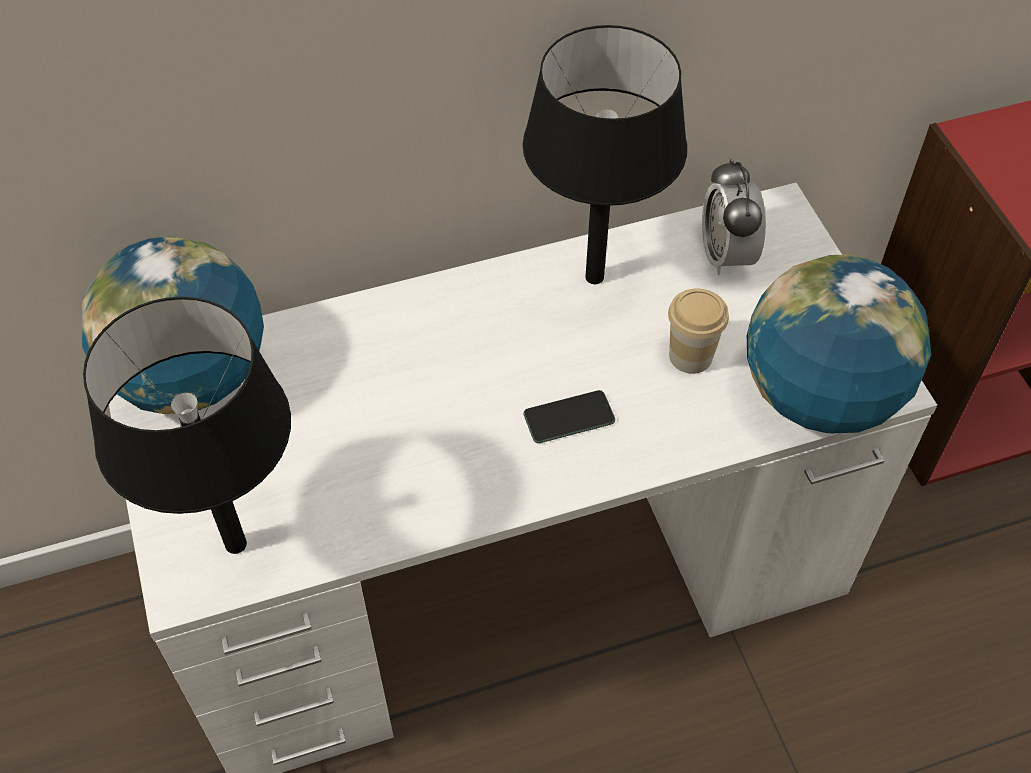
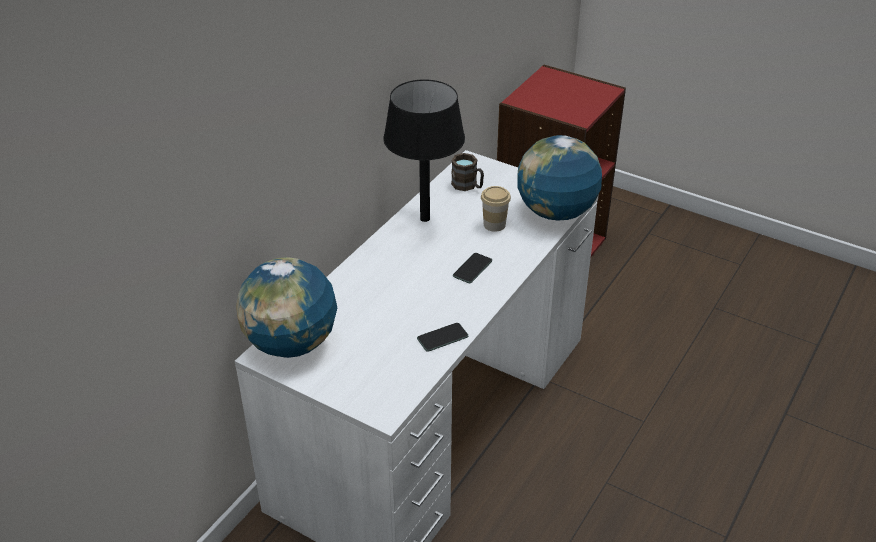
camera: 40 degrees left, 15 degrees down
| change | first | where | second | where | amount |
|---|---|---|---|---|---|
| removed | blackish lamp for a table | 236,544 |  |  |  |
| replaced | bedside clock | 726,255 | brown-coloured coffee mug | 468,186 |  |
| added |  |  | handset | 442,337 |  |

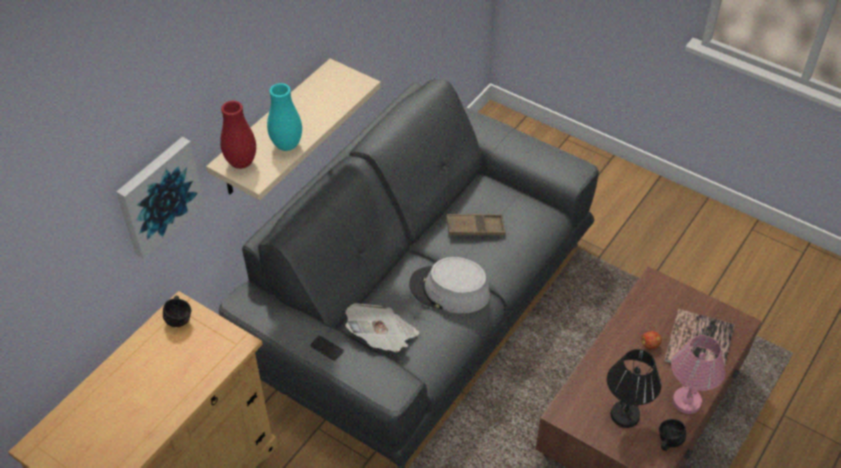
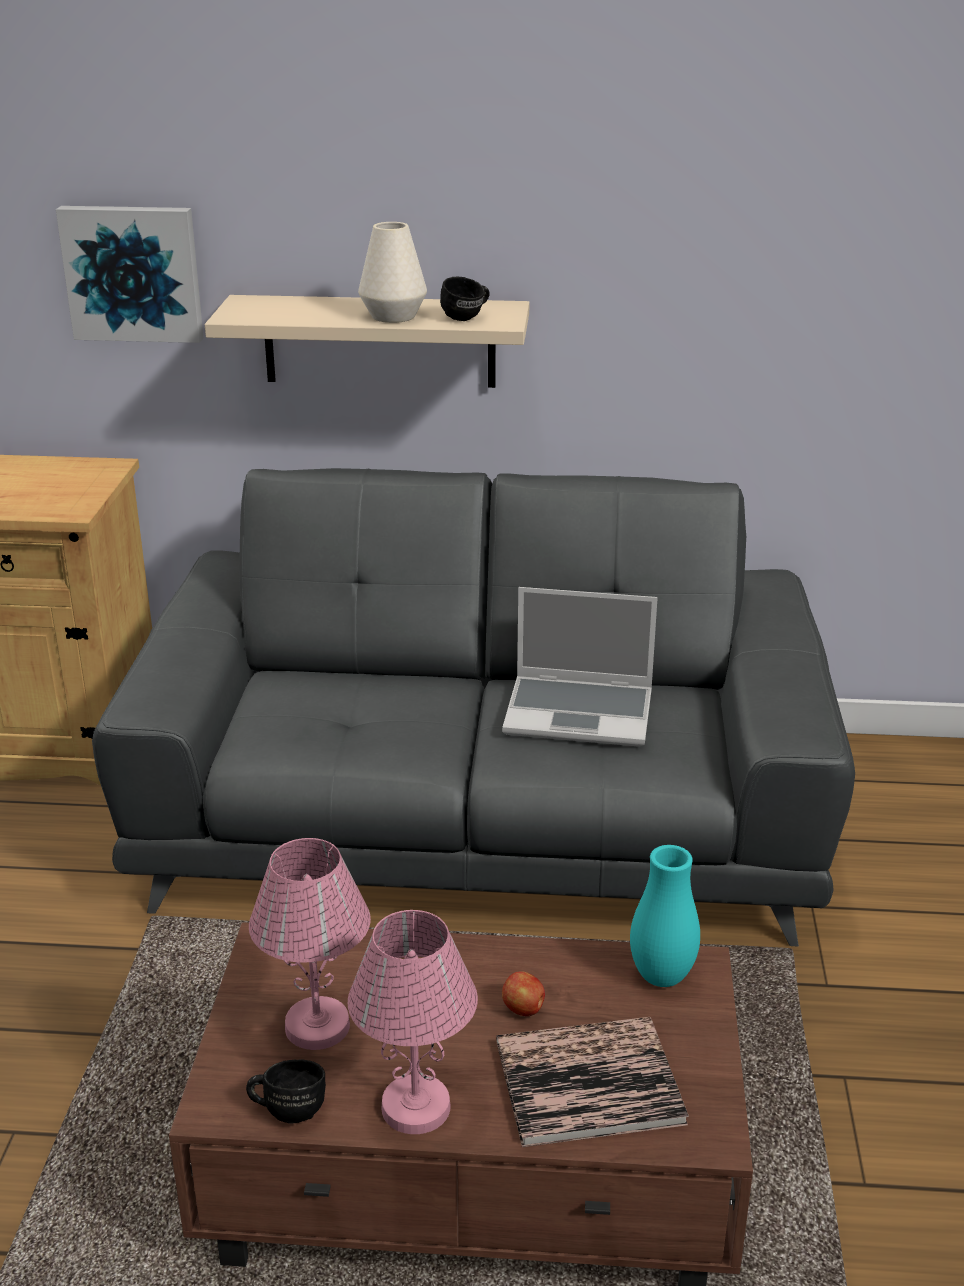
camera: 60 degrees right, 20 degrees down
| change | first | where | second | where | amount |
|---|---|---|---|---|---|
| moved | blackish coffee mug | 180,318 |  | 468,318 |  |
| removed | reddish decorative vase | 241,163 |  |  |  |
| moved | turquoise-coloured decorative vase | 287,145 |  | 661,977 |  |
| removed | handset | 327,348 |  |  |  |
| removed | daily paper | 382,338 |  |  |  |
| removed | greyish wearable hat | 449,290 |  |  |  |
| replaced | brown-coloured serving tray | 475,228 | portable computer | 581,713 |  |
| recoloured | blackish lamp for a table | 625,414 | pink-coloured lamp for a table | 318,1026 |  |
| added |  |  | white-coloured decorative vase | 393,316 |  |

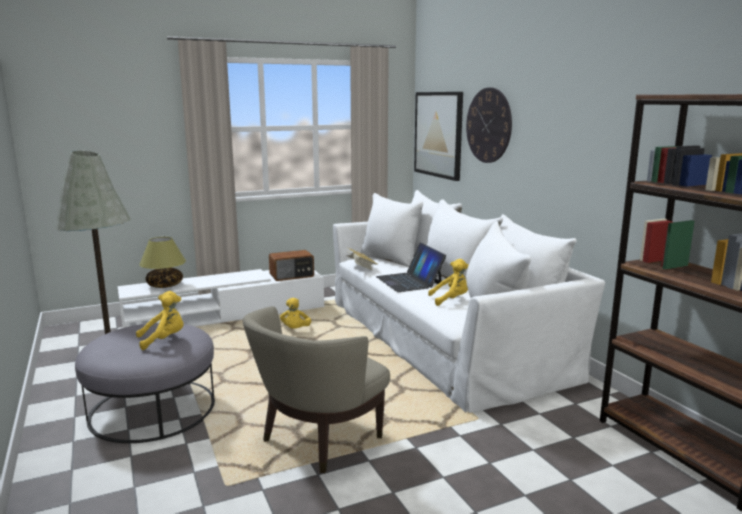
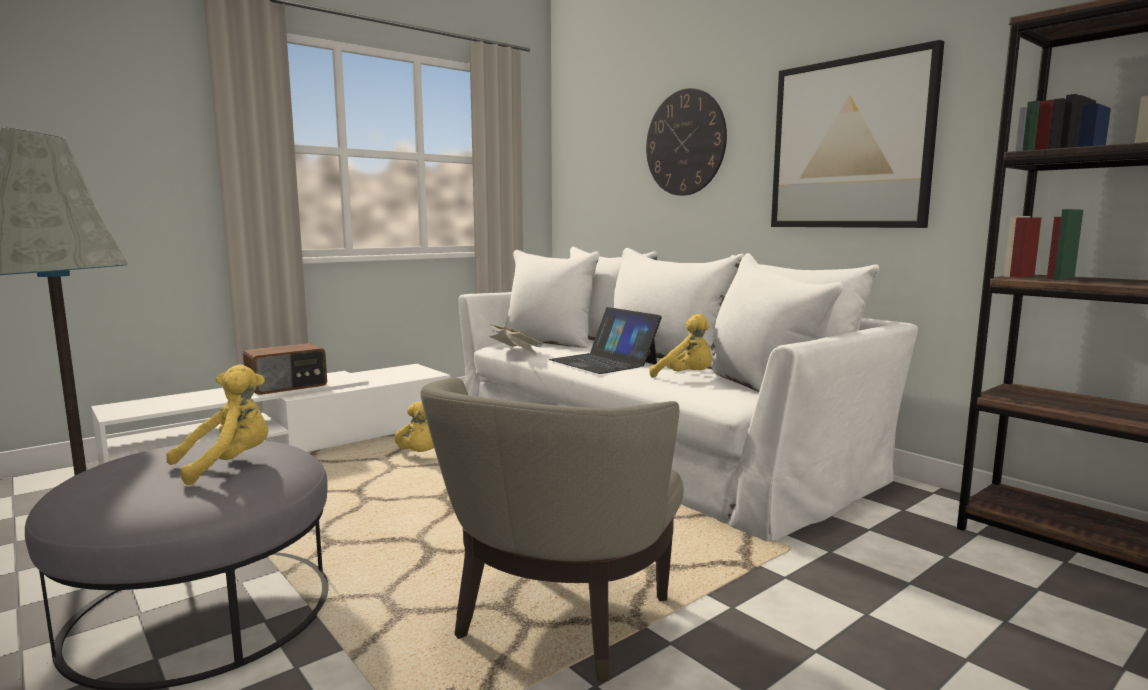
camera: 15 degrees left, 5 degrees down
| change | first | where | second | where | amount |
|---|---|---|---|---|---|
| removed | lamp for a table | 165,285 |  |  |  |
| moved | radio receiver | 292,275 |  | 287,386 |  |
| moved | wall picture | 438,134 |  | 850,144 |  |
| turned | yellow cuddly toy | 451,300 |  | 686,377 | 60 degrees clockwise |

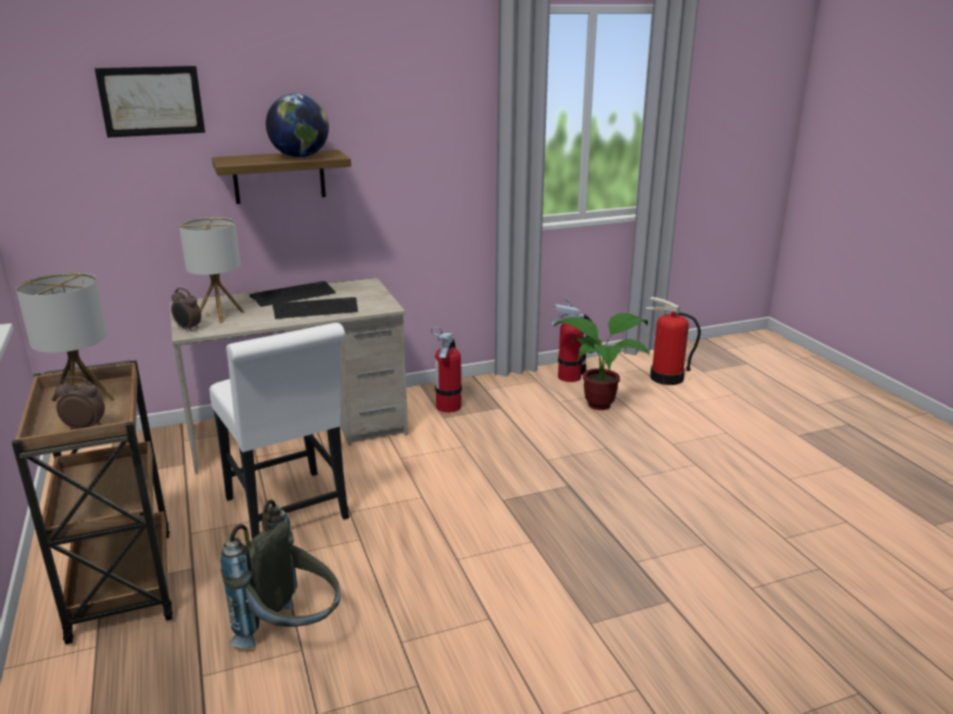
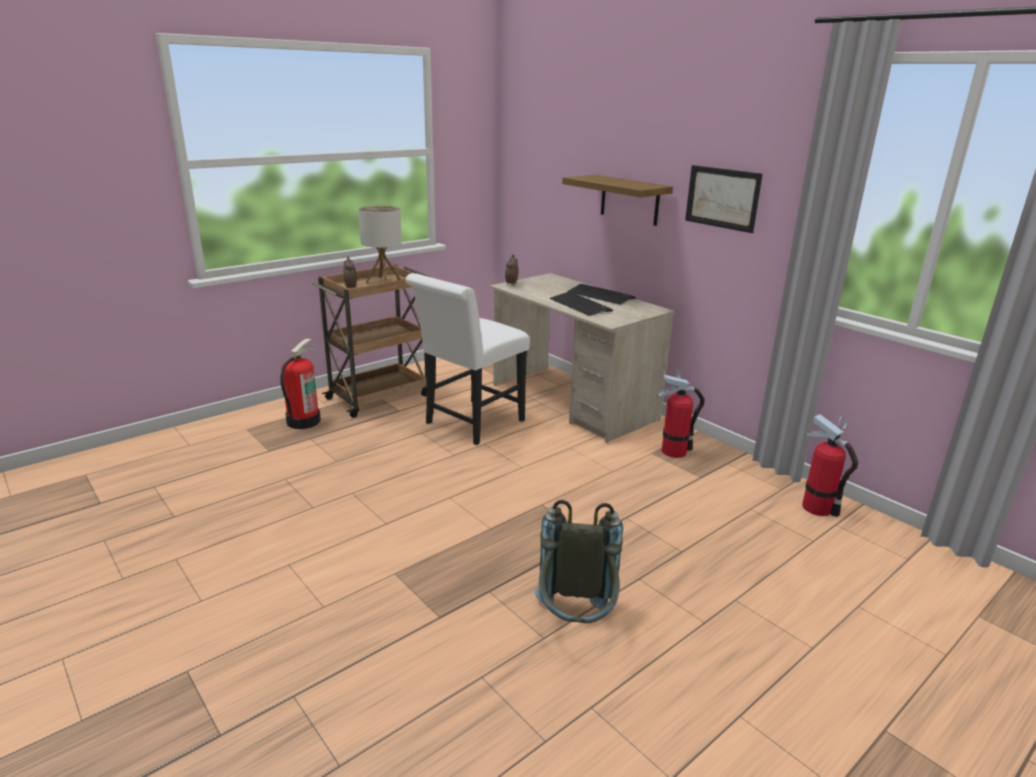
camera: 70 degrees right, 0 degrees up
| change | first | where | second | where | amount |
|---|---|---|---|---|---|
| moved | wall picture | 151,101 |  | 722,198 |  |
| removed | lamp for a table | 220,314 |  |  |  |
| moved | greyish backpack | 293,632 |  | 576,622 |  |
| removed | world globe | 300,157 |  |  |  |
| removed | houseplant | 601,403 |  |  |  |
| moved | fire-fighting cylinder | 666,378 |  | 303,421 |  |

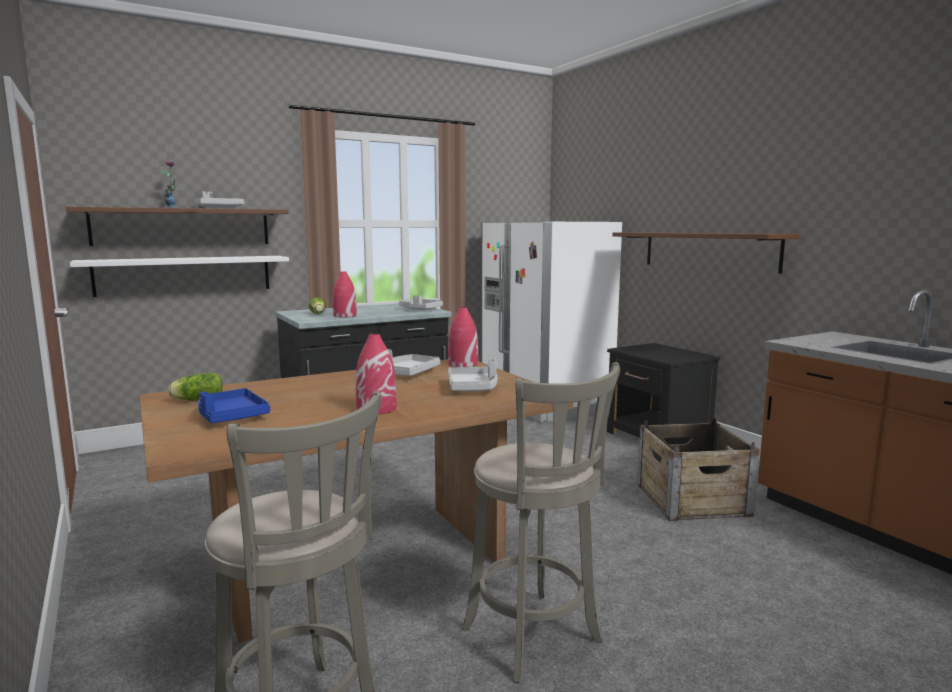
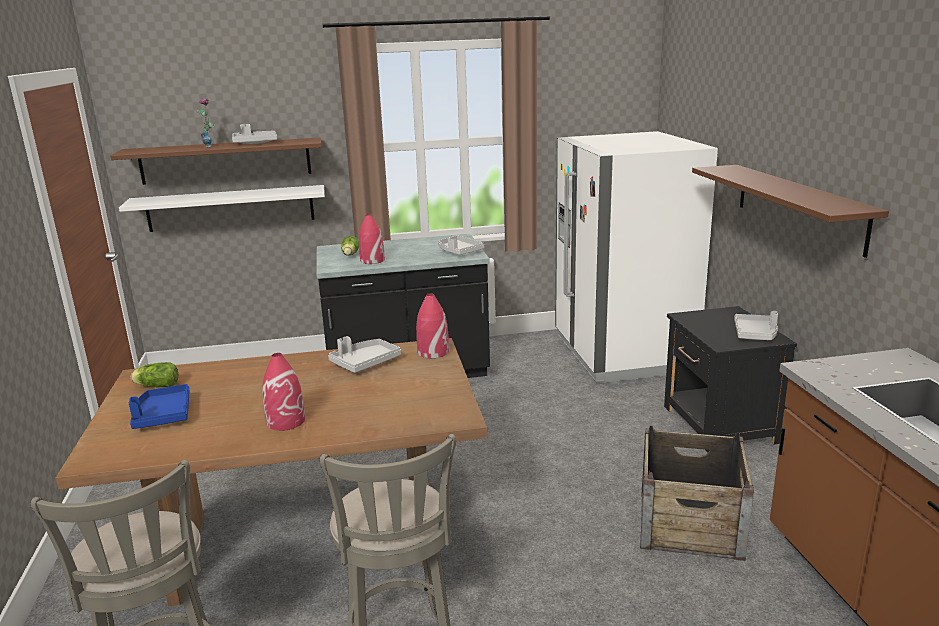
camera: 20 degrees right, 10 degrees up
| change | first | where | second | where | amount |
|---|---|---|---|---|---|
| moved | greyish serving tray | 473,388 |  | 755,334 |  |

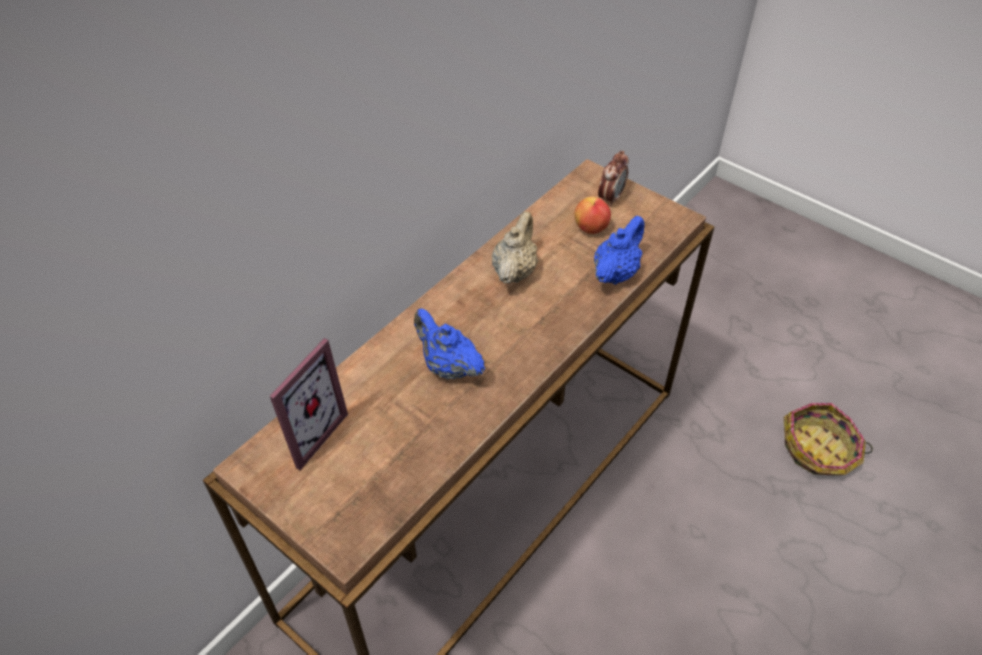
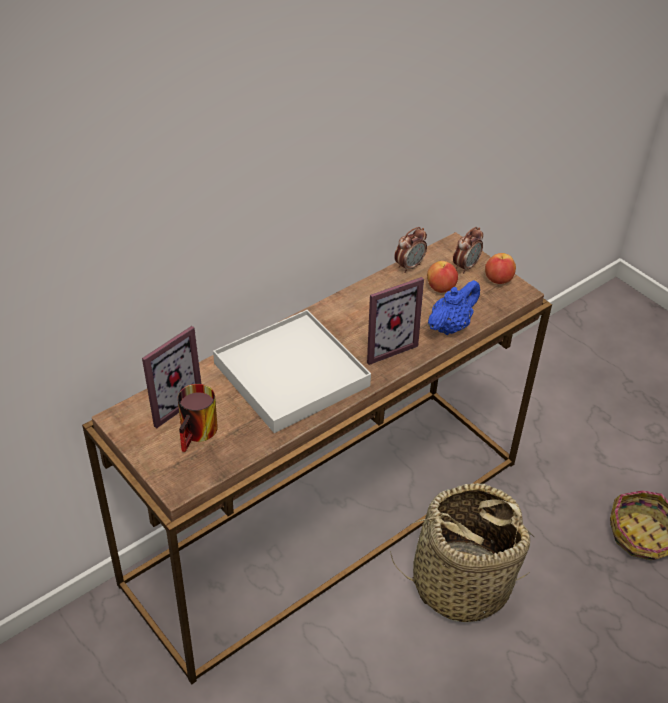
camera: 10 degrees right, 5 degrees down
| change | first | where | second | where | amount |
|---|---|---|---|---|---|
| replaced | bluish tea pot | 448,366 | white-coloured serving tray | 290,374 |  |
| removed | beige tea pot | 514,271 |  |  |  |
| added |  |  | coffee mug | 199,433 |  |
| added |  |  | standing frame | 385,345 |  |
| added |  |  | household basket | 460,583 |  |
| added |  |  | bedside clock | 409,266 |  |
| added |  |  | apple | 498,280 |  |

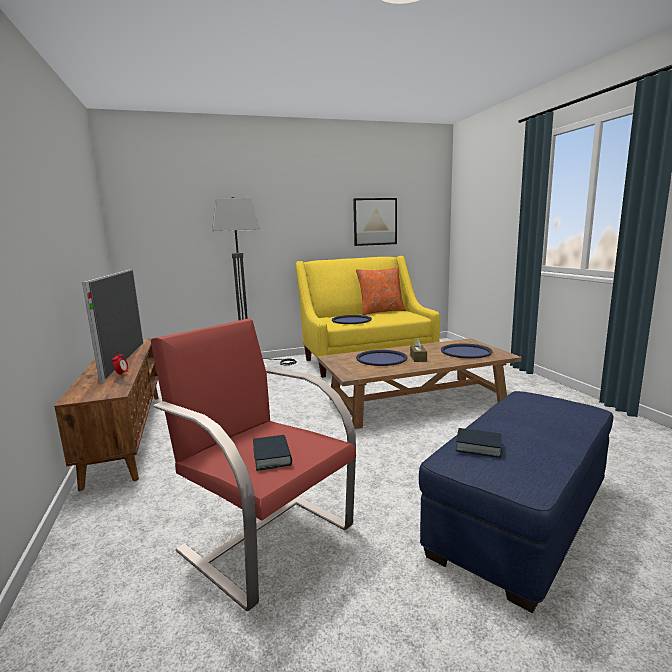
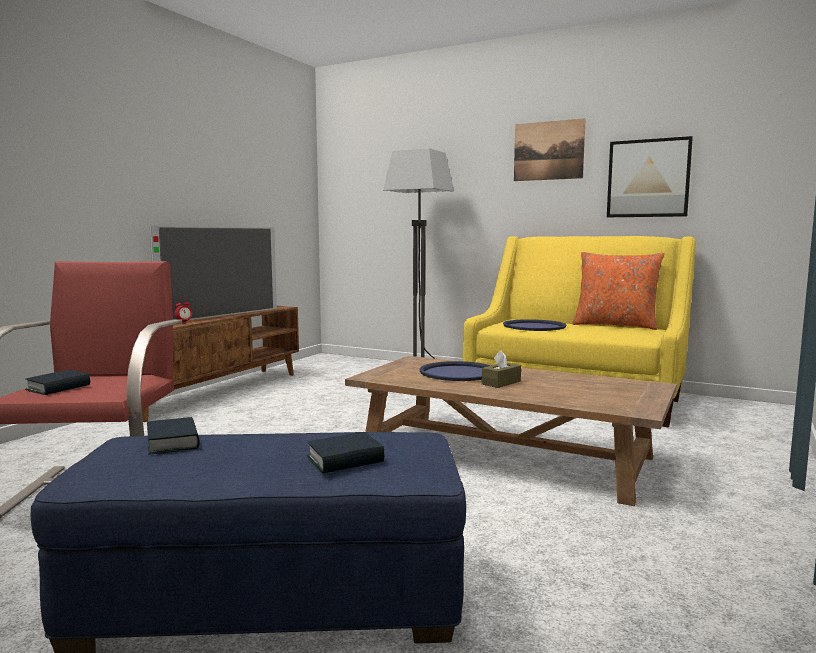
camera: 45 degrees right, 5 degrees down
| change | first | where | second | where | amount |
|---|---|---|---|---|---|
| removed | bluish serving tray | 466,352 |  |  |  |
| added |  |  | book | 345,460 |  |
| added |  |  | wall picture | 548,150 |  |

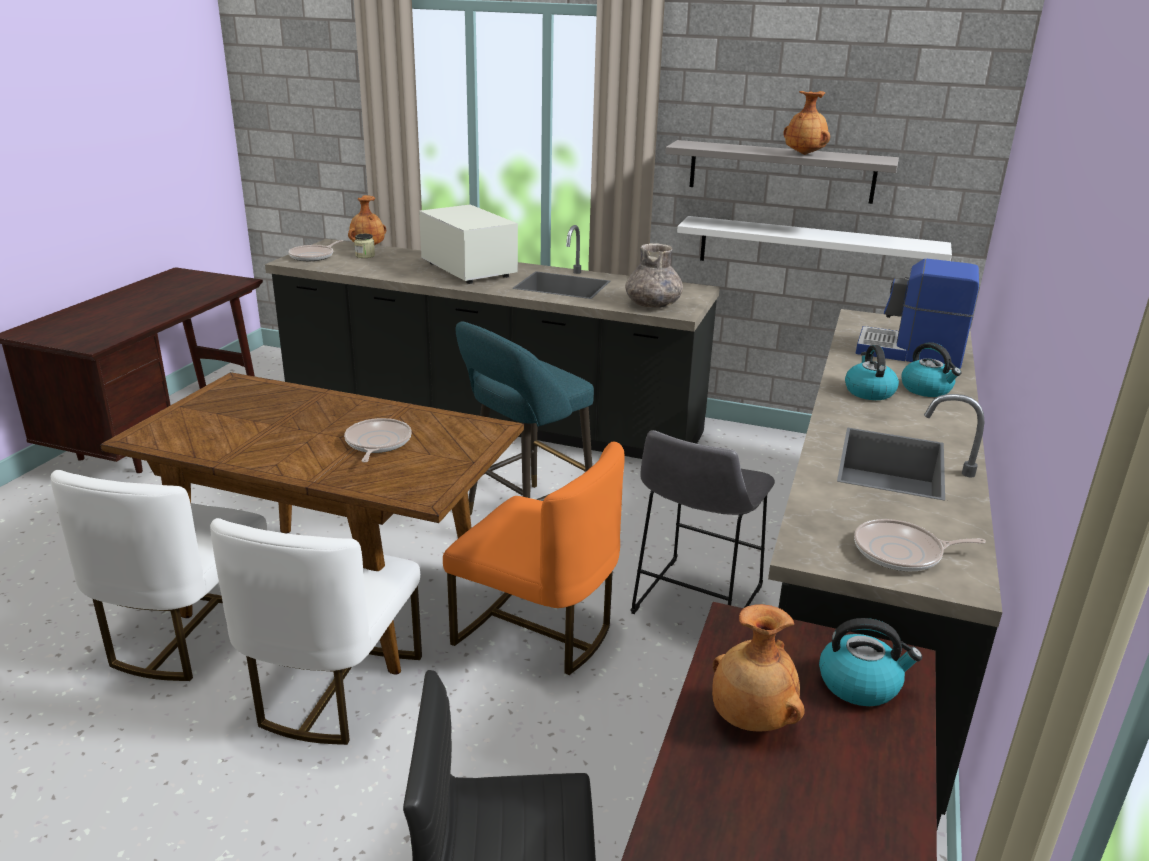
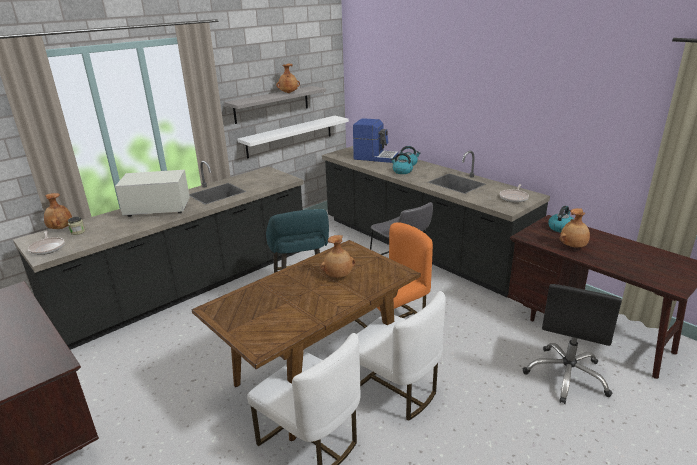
camera: 60 degrees left, 0 degrees up
| change | first | where | second | where | amount |
|---|---|---|---|---|---|
| replaced | frying pan | 377,443 | brown-coloured decorative vase | 338,276 |  |
| removed | greyish decorative vase | 653,304 |  |  |  |
| turned | coffee maker | 910,352 |  | 375,157 | 120 degrees counterclockwise |

